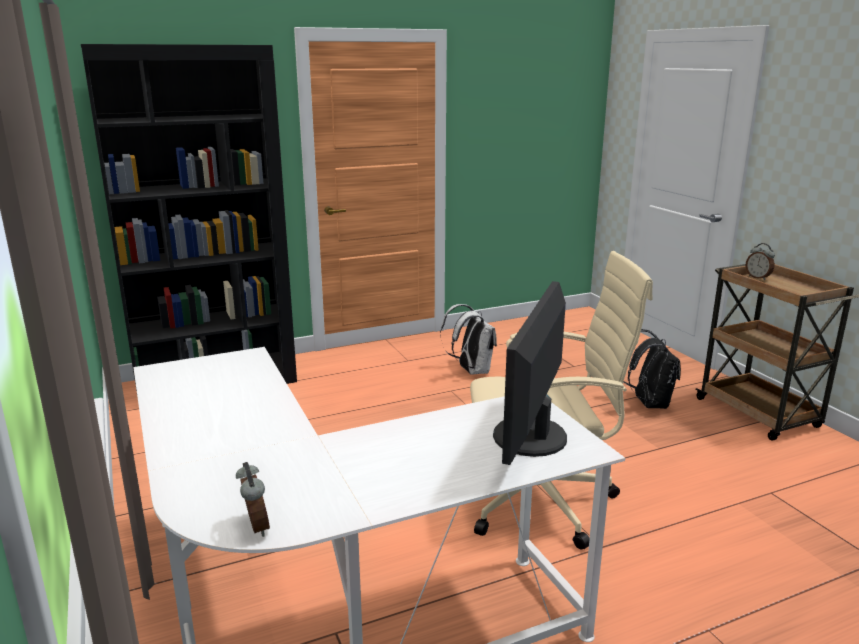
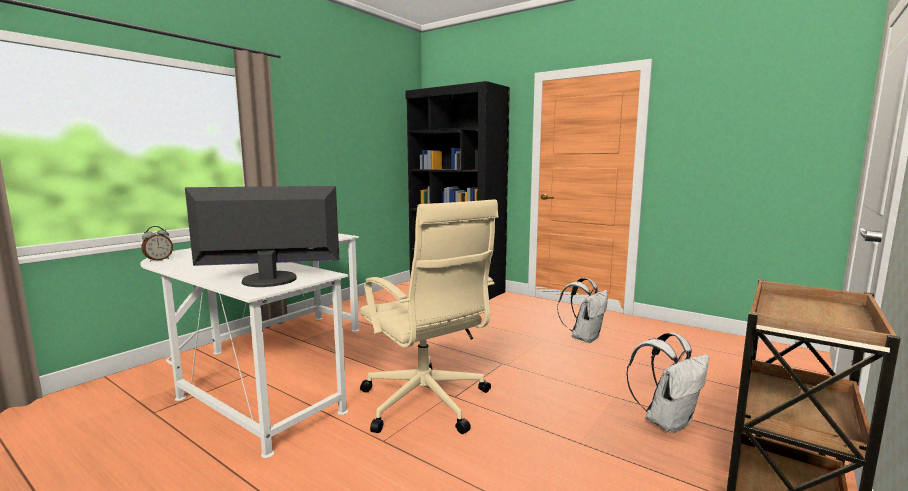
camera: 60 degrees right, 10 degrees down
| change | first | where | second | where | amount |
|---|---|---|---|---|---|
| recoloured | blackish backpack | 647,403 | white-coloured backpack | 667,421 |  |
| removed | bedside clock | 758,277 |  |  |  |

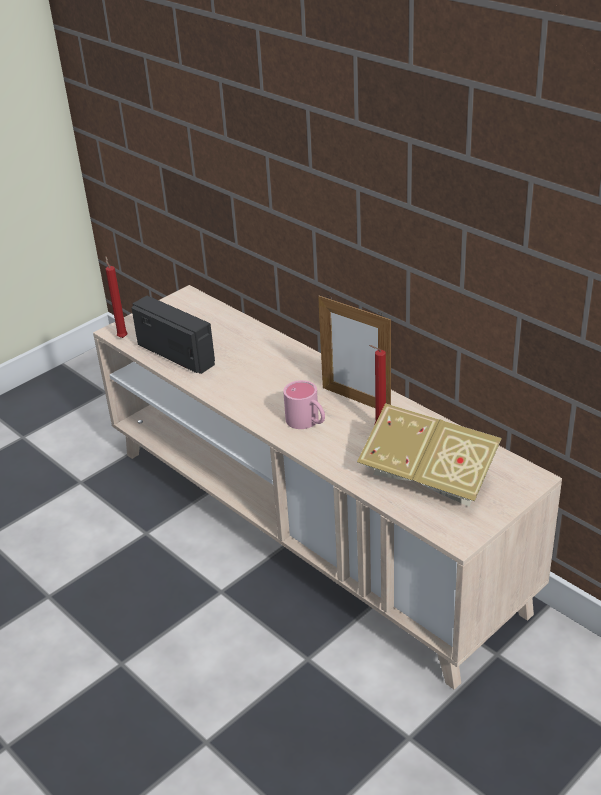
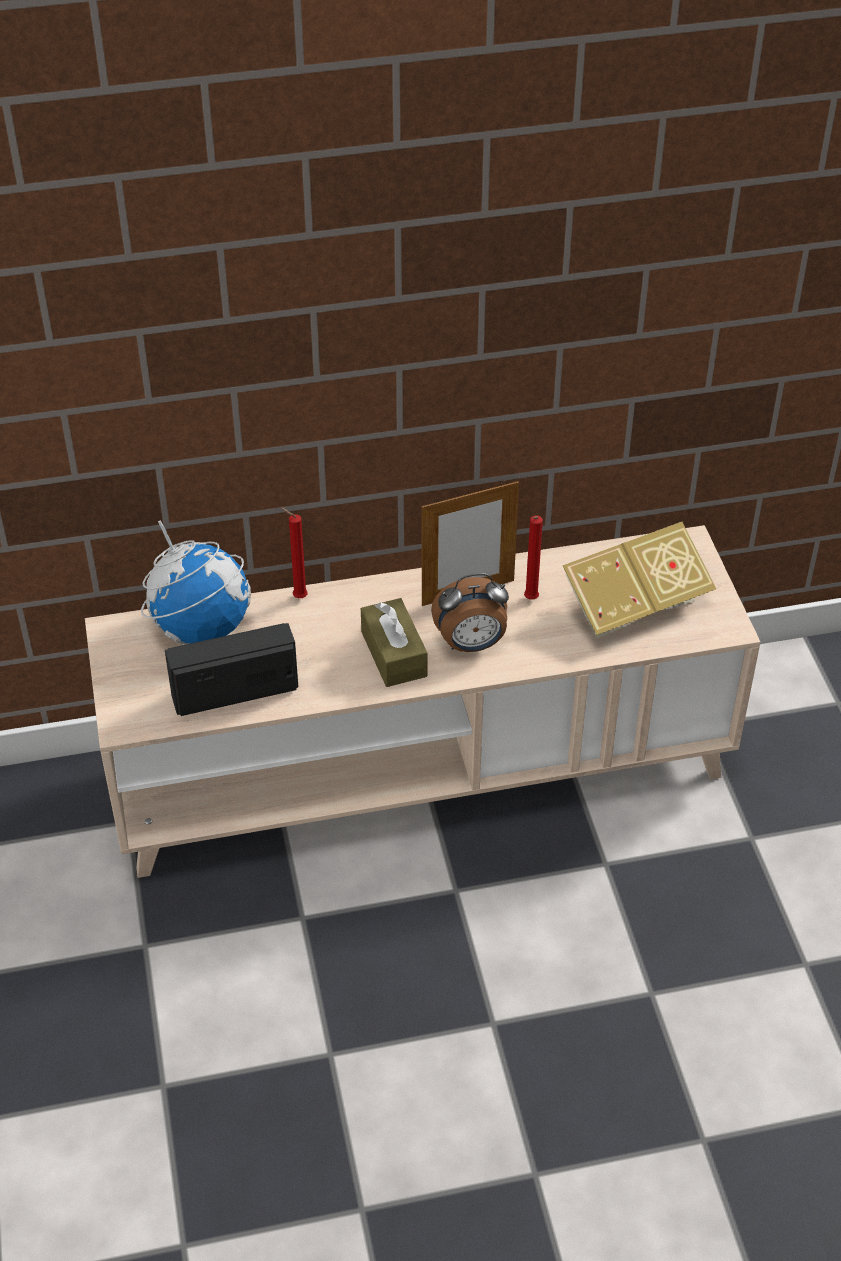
camera: 60 degrees left, 10 degrees up
| change | first | where | second | where | amount |
|---|---|---|---|---|---|
| moved | reddish wax light | 122,337 |  | 298,597 |  |
| replaced | pink-coloured coffee mug | 307,422 | bedside clock | 471,644 |  |
| added |  |  | world globe | 201,627 |  |
| added |  |  | brown-coloured tissue holder | 394,654 |  |

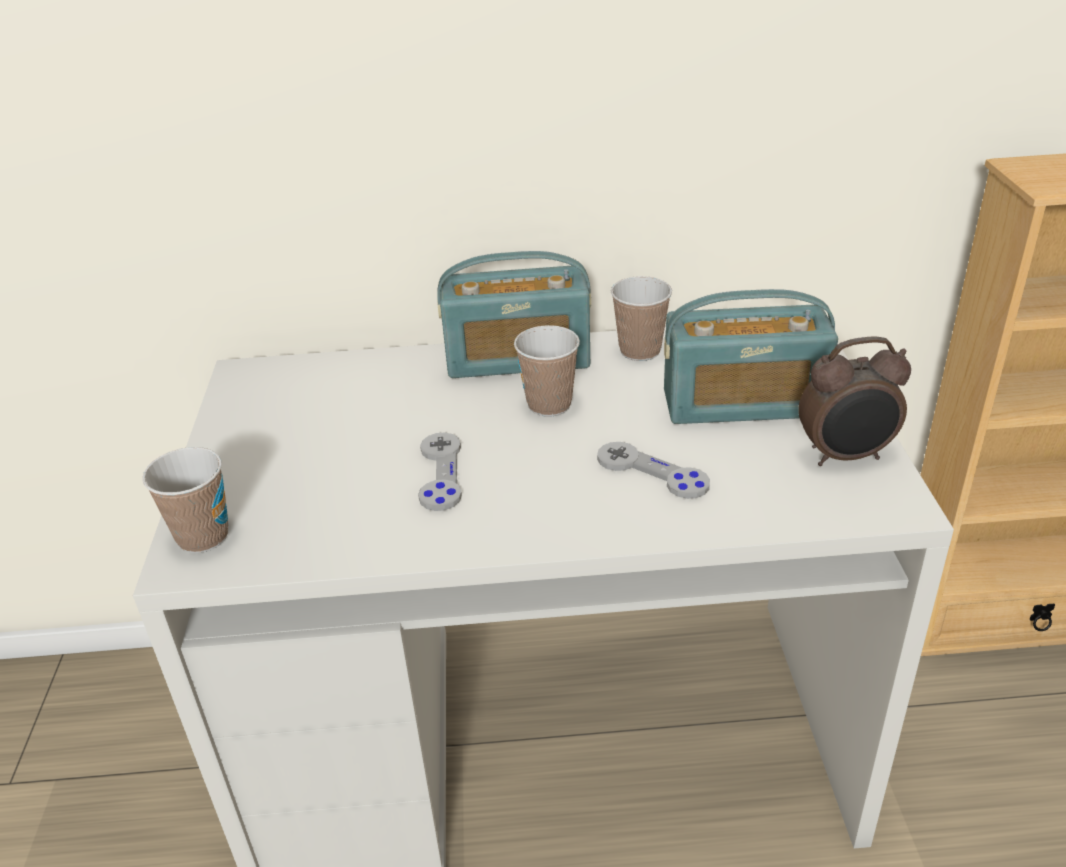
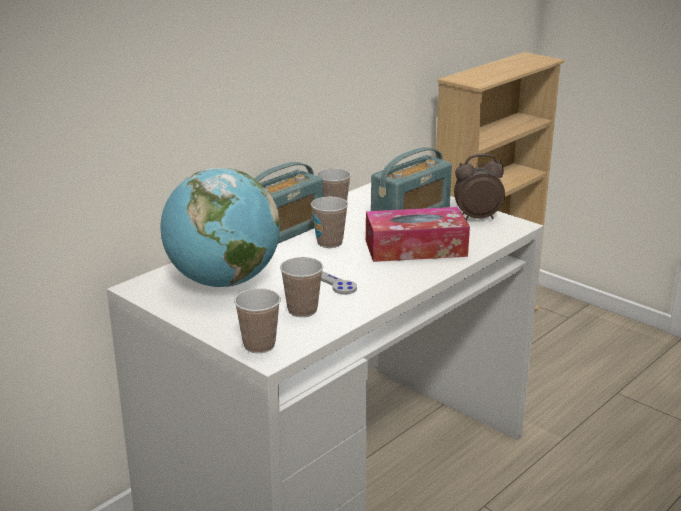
camera: 45 degrees left, 10 degrees down
| change | first | where | second | where | amount |
|---|---|---|---|---|---|
| replaced | greyish game controller | 652,472 | tissue holder | 415,248 |  |
| turned | bedside clock | 846,456 |  | 476,217 | 135 degrees counterclockwise |
| added |  |  | world globe | 223,282 |  |
| added |  |  | small cup | 302,310 |  |

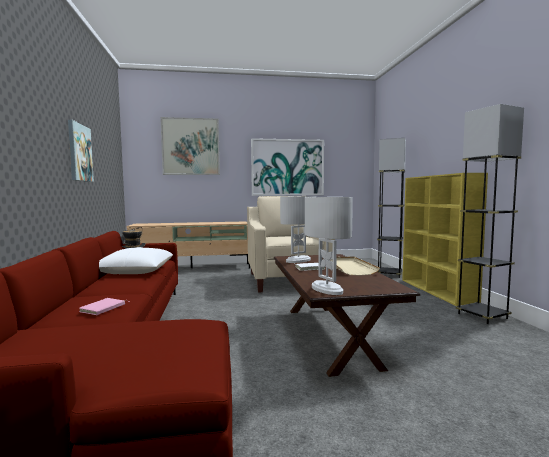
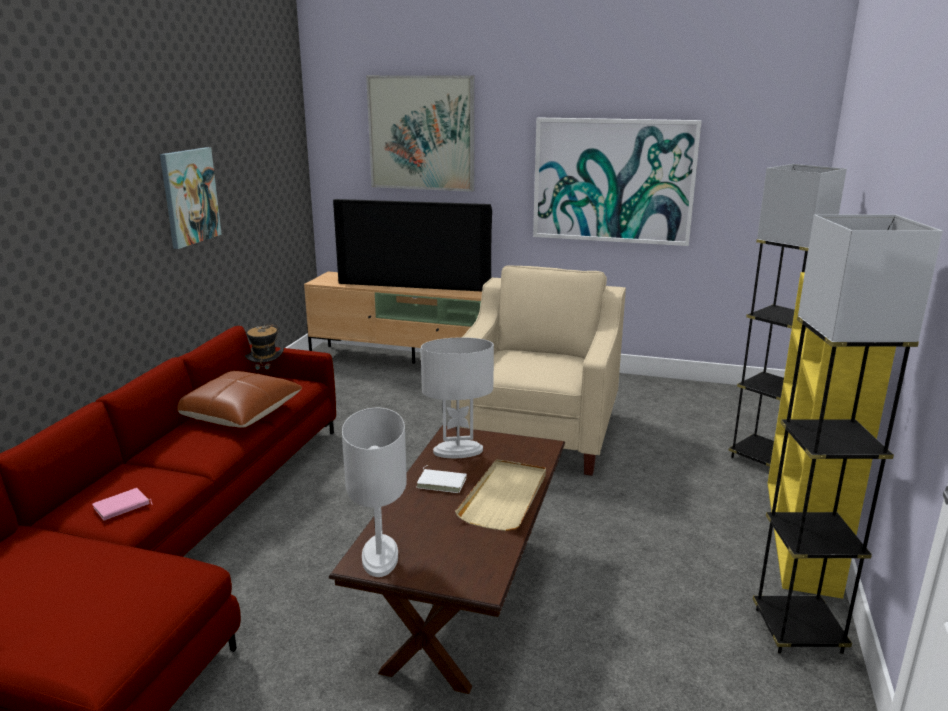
camera: 25 degrees right, 15 degrees up
| change | first | where | second | where | amount |
|---|---|---|---|---|---|
| recoloured | white-coloured pillow | 135,271 | brown-coloured pillow | 238,413 |  |
| added |  |  | TV set | 415,285 |  |

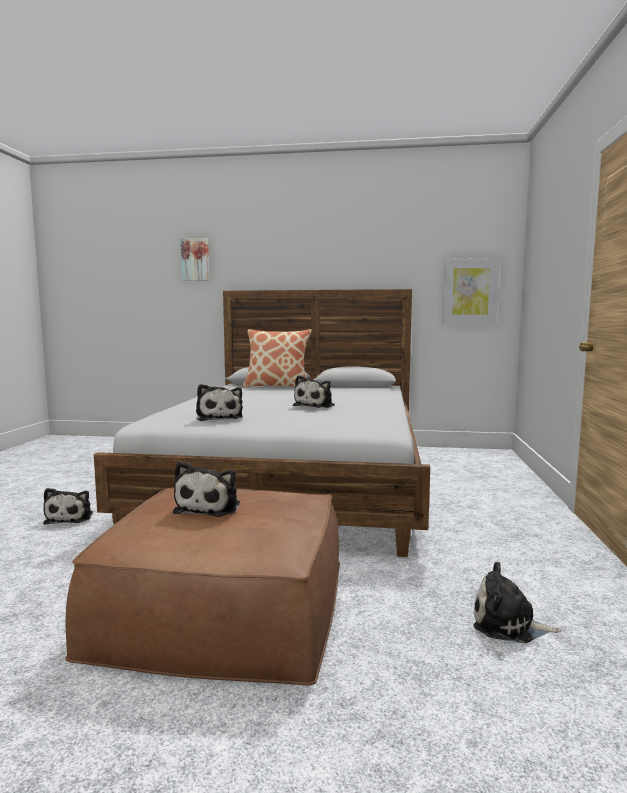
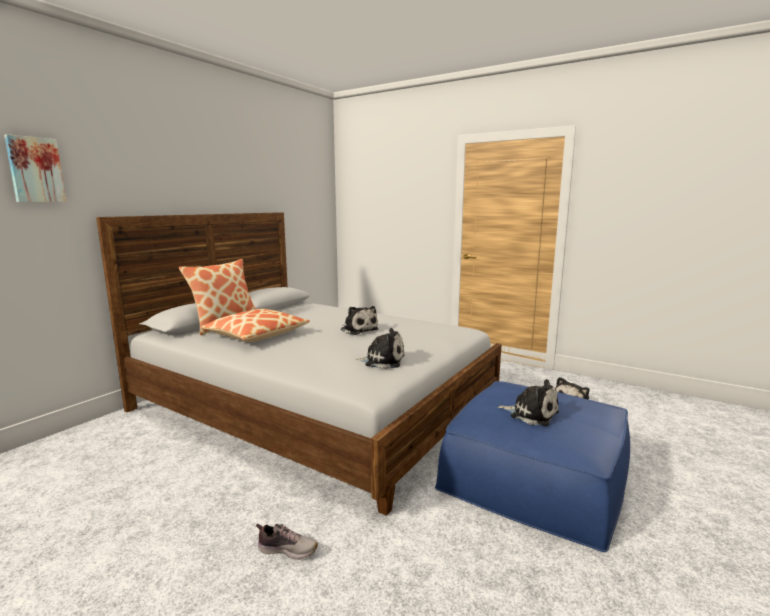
camera: 65 degrees left, 5 degrees up
| change | first | where | second | where | amount |
|---|---|---|---|---|---|
| replaced | cuddly toy | 71,517 | item of footwear | 287,549 |  |
| recoloured | brown-coloured footrest | 225,603 | bluish footrest | 535,474 |  |
| removed | wall picture | 470,291 |  |  |  |
| added |  |  | pillow | 256,335 |  |

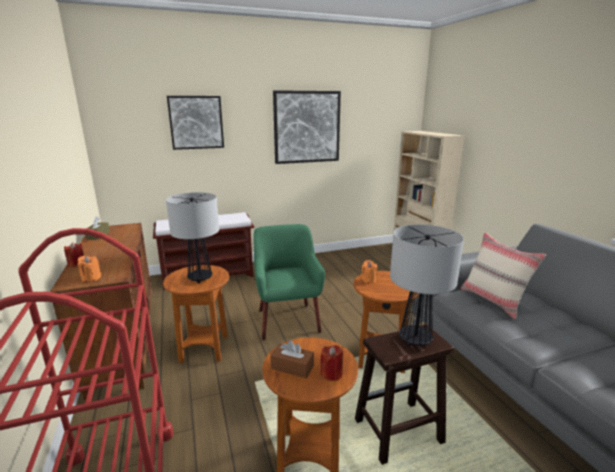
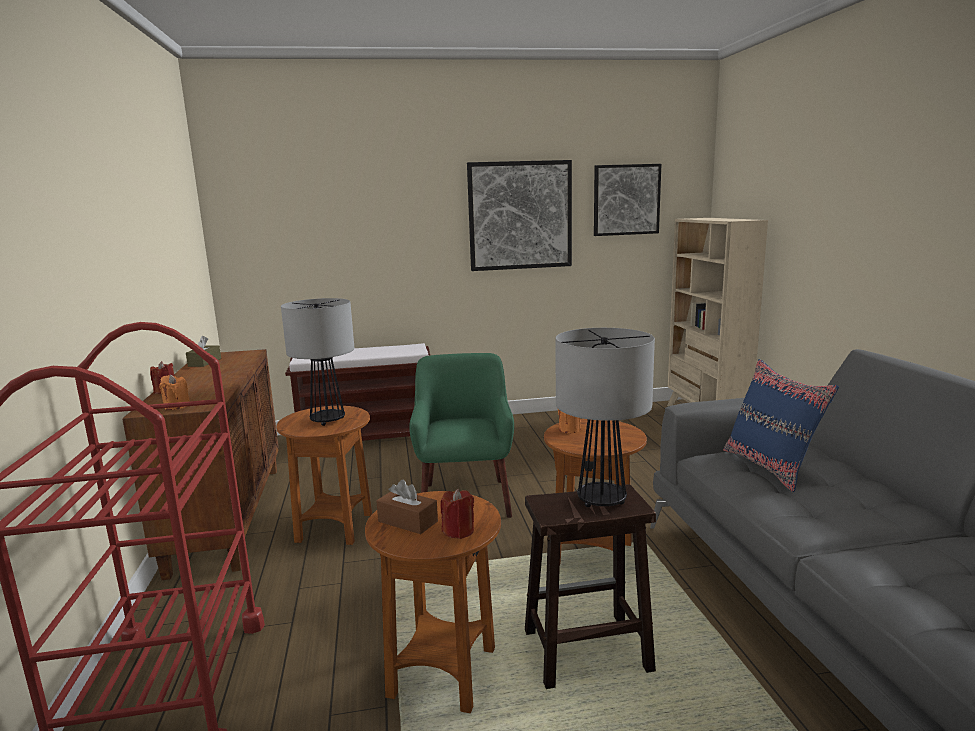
camera: 10 degrees right, 5 degrees down
| change | first | where | second | where | amount |
|---|---|---|---|---|---|
| moved | wall picture | 196,122 |  | 626,200 |  |
| recoloured | beige pillow | 493,300 | bluish pillow | 770,467 |  |

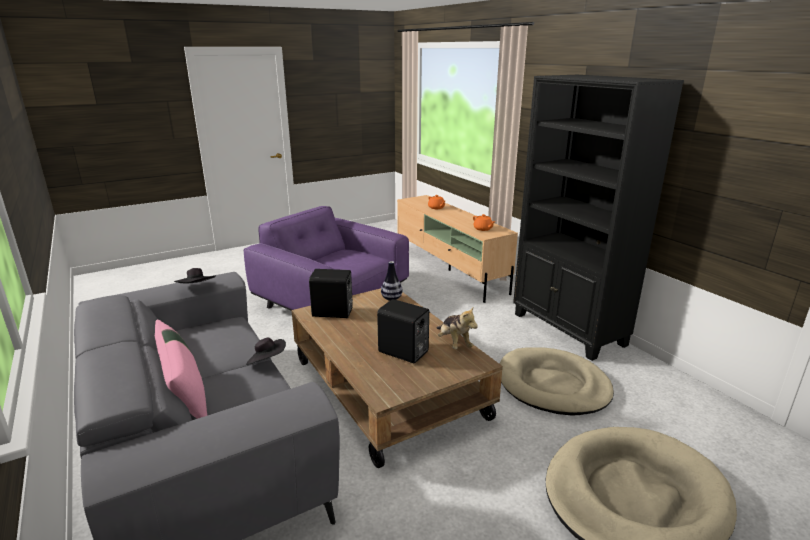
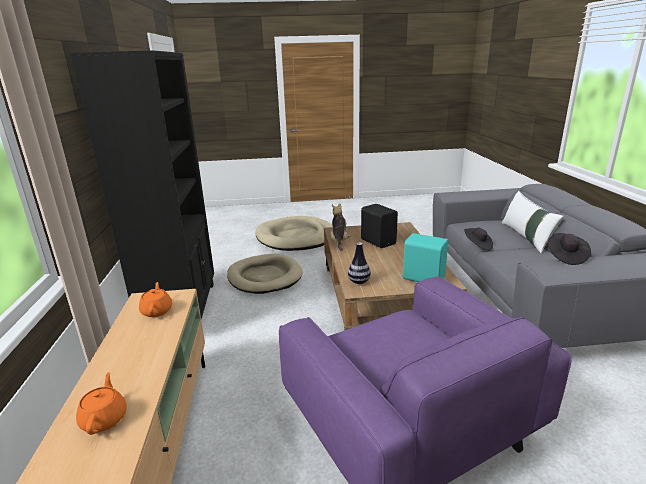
camera: 155 degrees left, 0 degrees up
| change | first | where | second | where | amount |
|---|---|---|---|---|---|
| recoloured | pink-coloured pillow | 185,394 | white-coloured pillow | 526,237 |  |
| recoloured | blackish loudspeaker | 333,313 | turquoise-coloured loudspeaker | 423,277 |  |

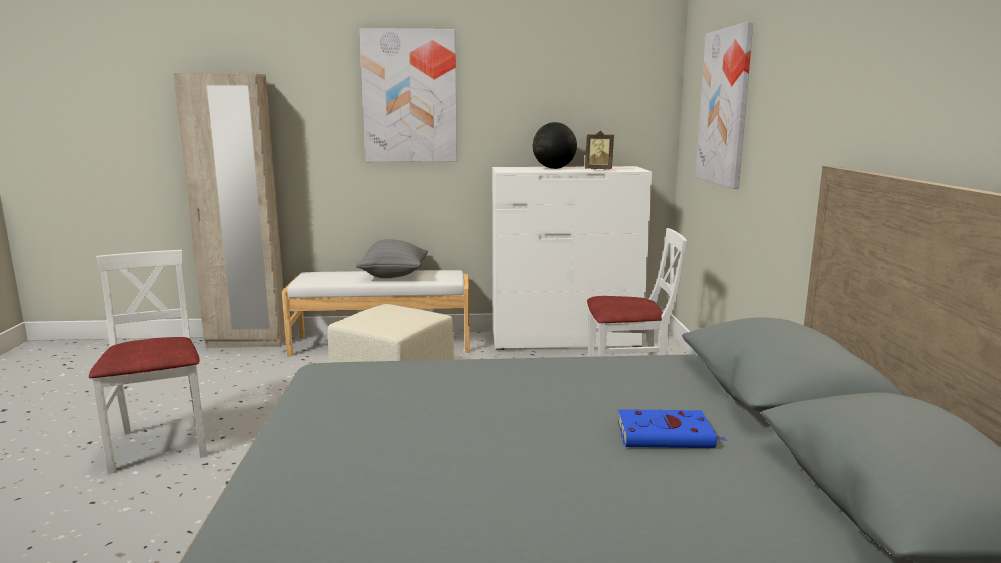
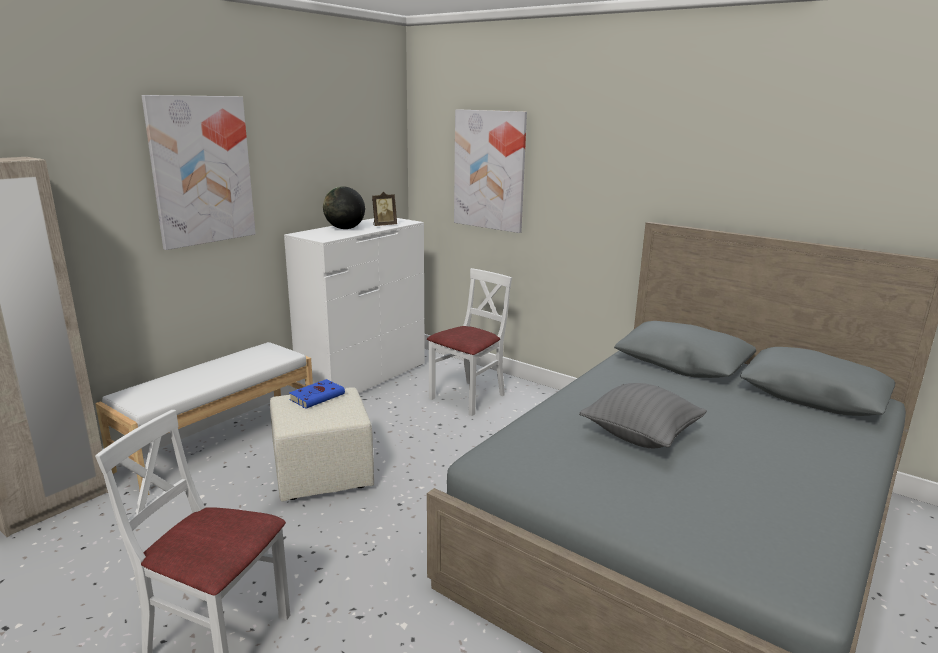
camera: 50 degrees left, 5 degrees up
| change | first | where | second | where | amount |
|---|---|---|---|---|---|
| moved | greyish pillow | 394,276 |  | 640,436 |  |
| moved | bluish book | 667,435 |  | 318,396 |  |

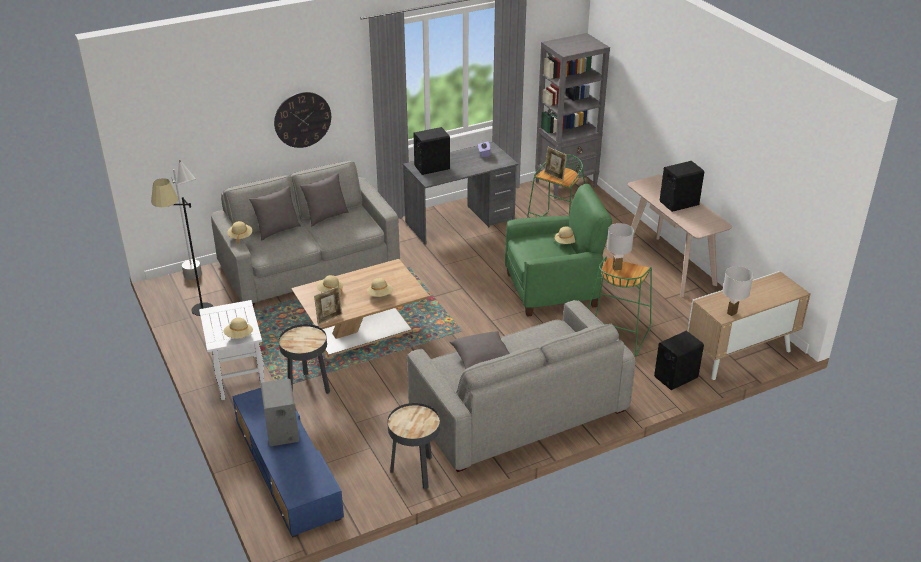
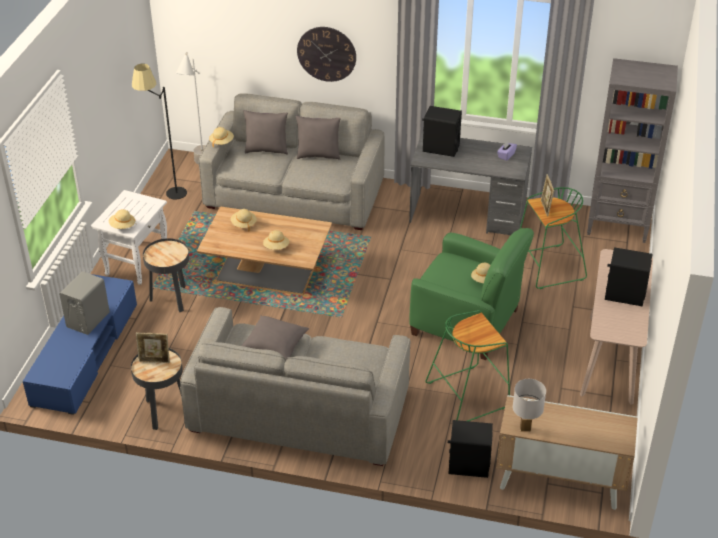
camera: 40 degrees right, 5 degrees up
| change | first | where | second | where | amount |
|---|---|---|---|---|---|
| moved | standing frame | 329,318 |  | 155,361 |  |
| removed | white-coloured lamp for a table | 616,268 |  |  |  |

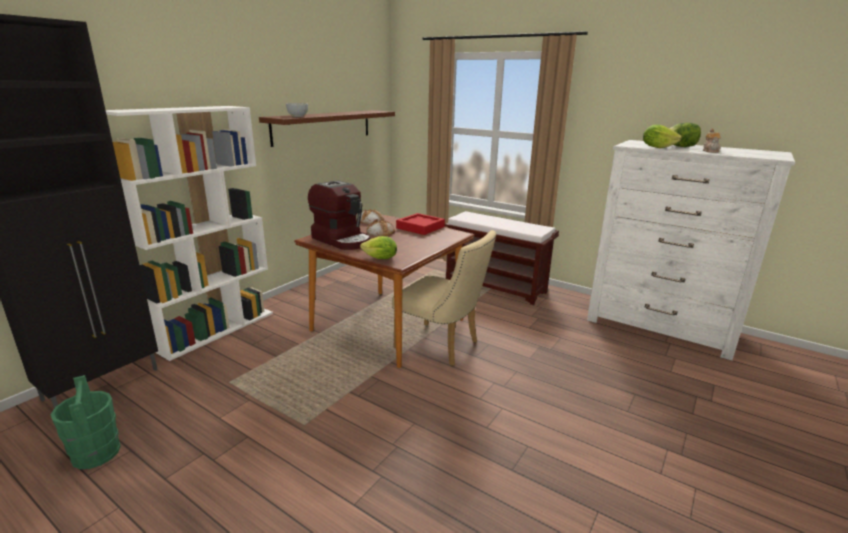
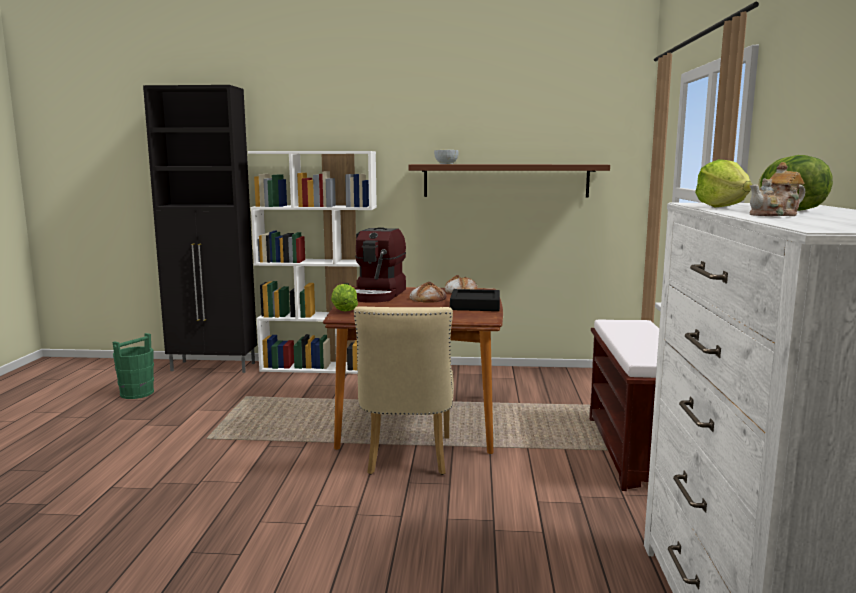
camera: 60 degrees right, 10 degrees down
| change | first | where | second | where | amount |
|---|---|---|---|---|---|
| recoloured | reddish serving tray | 420,227 | blackish serving tray | 475,305 |  |

